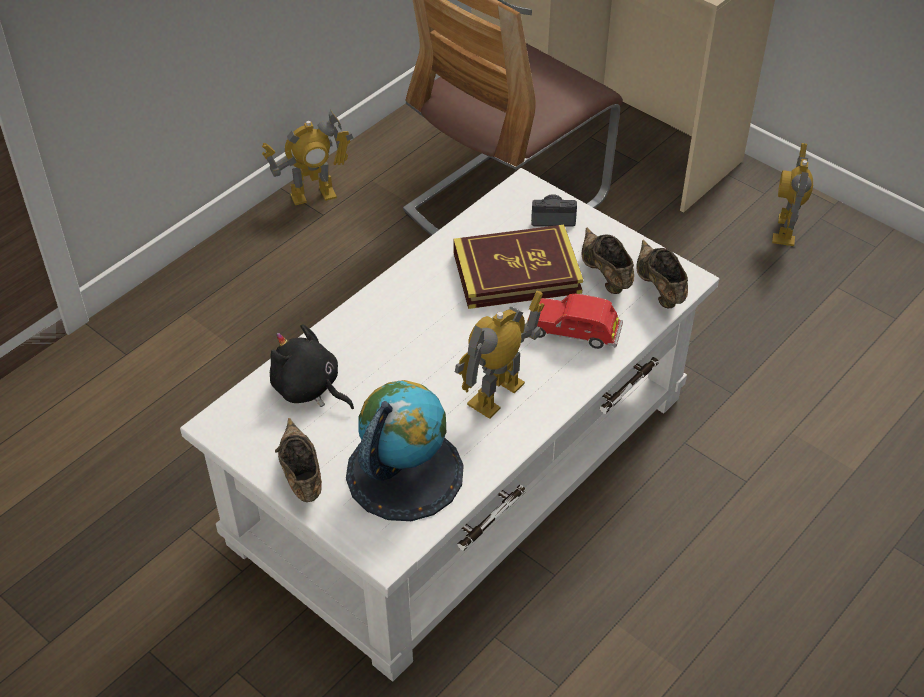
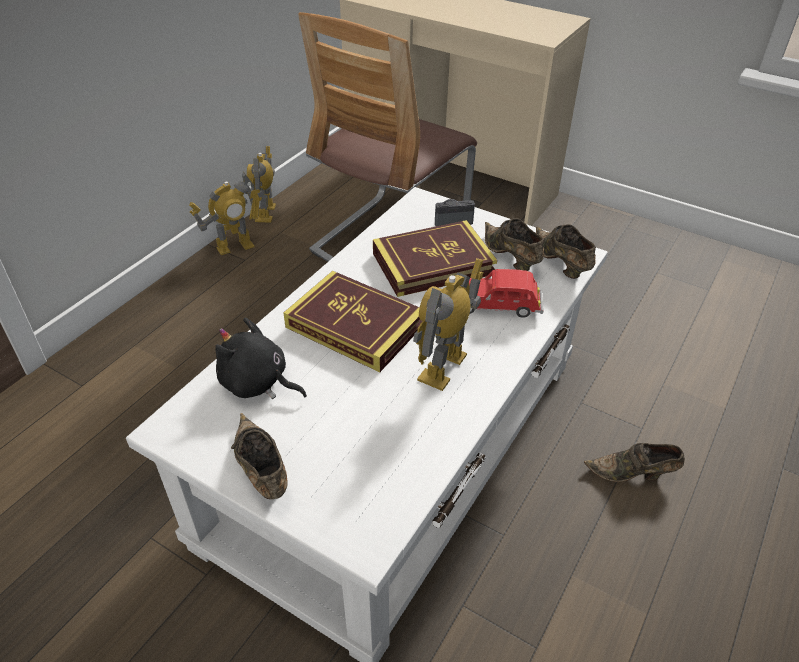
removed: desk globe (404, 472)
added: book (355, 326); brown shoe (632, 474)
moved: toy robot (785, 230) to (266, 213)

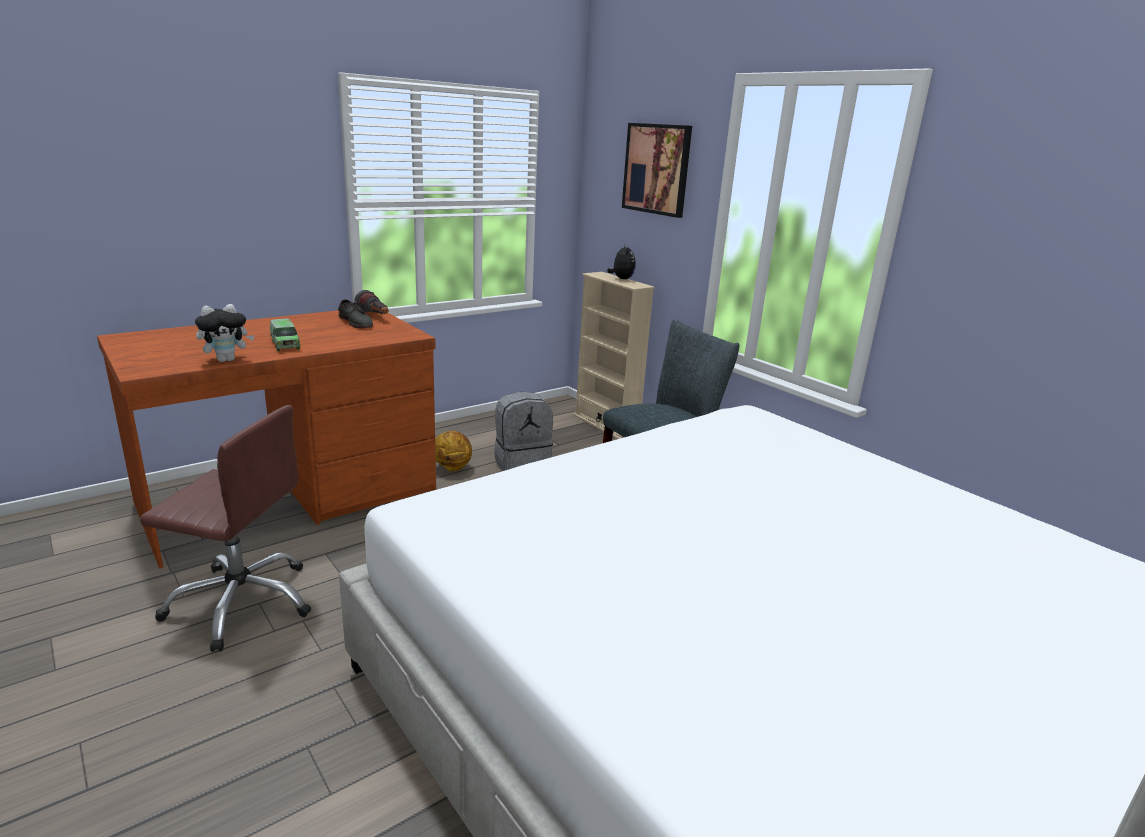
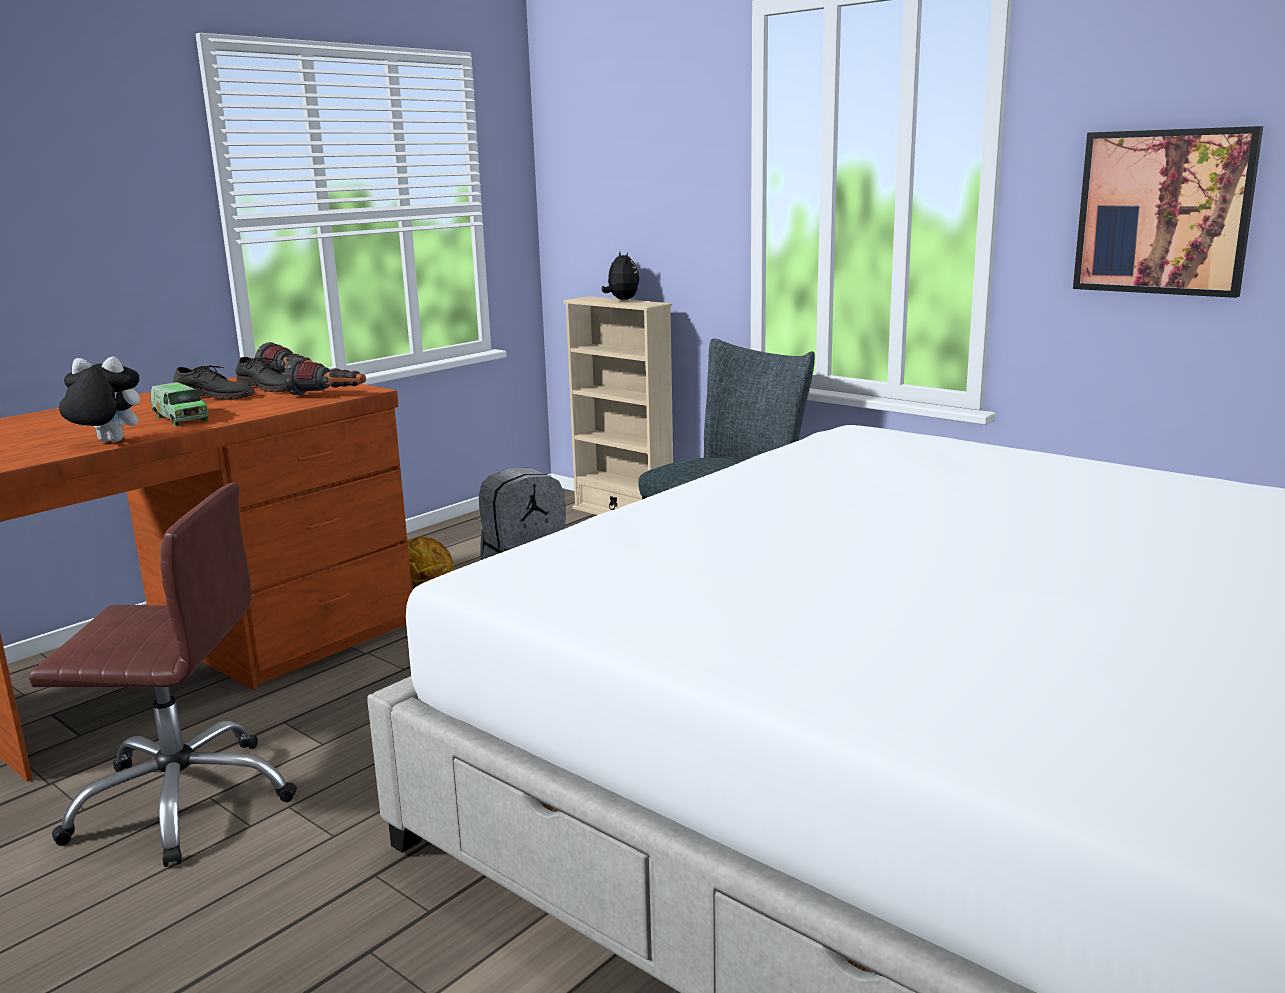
added: torch (329, 396); greyish shoe (215, 395)
moved: wall art (657, 169) to (1163, 212)
turned: plush toy (227, 360) = (107, 442) 135 degrees counterclockwise

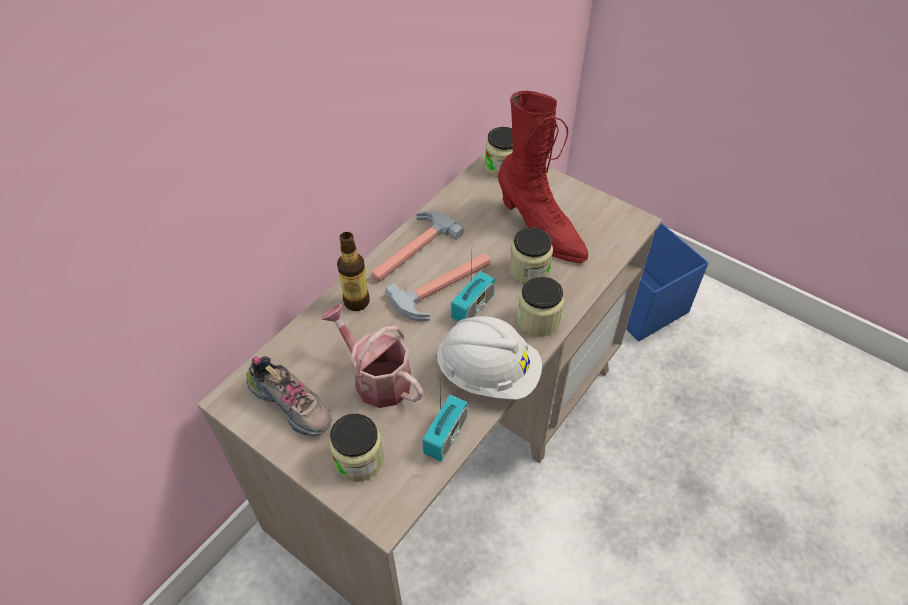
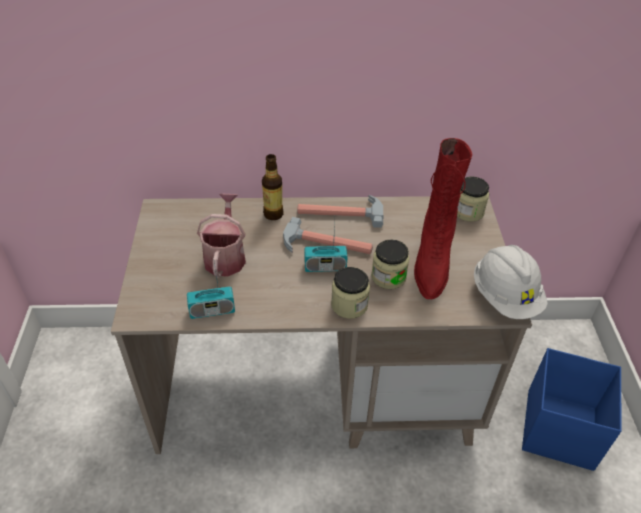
removed: shoe (293, 404); preserve jar (359, 459)
moved: white work helmet (488, 374) to (505, 297)

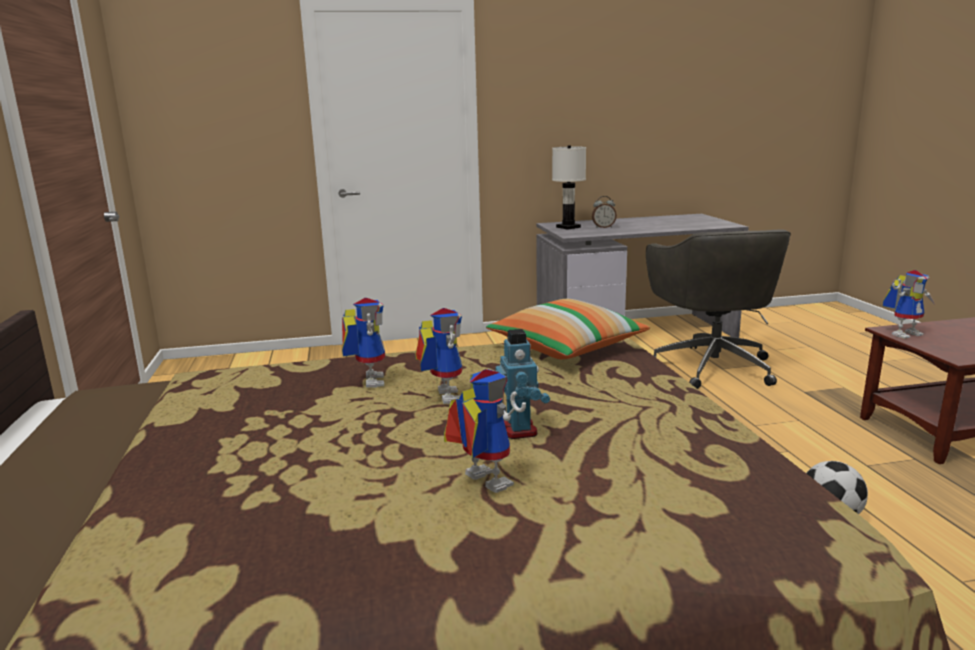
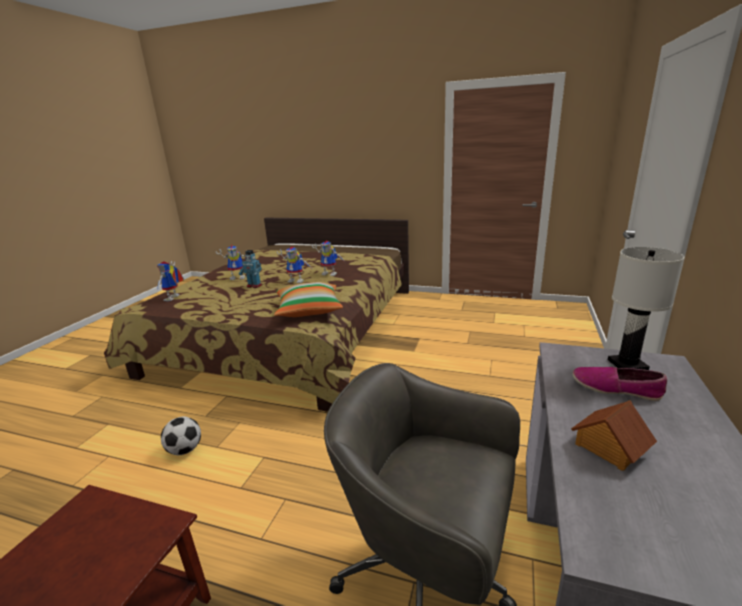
added: toy house (608, 447)
moved: toy robot (904, 333) to (173, 298)
replaced: table clock (603, 227) to shoe (615, 388)

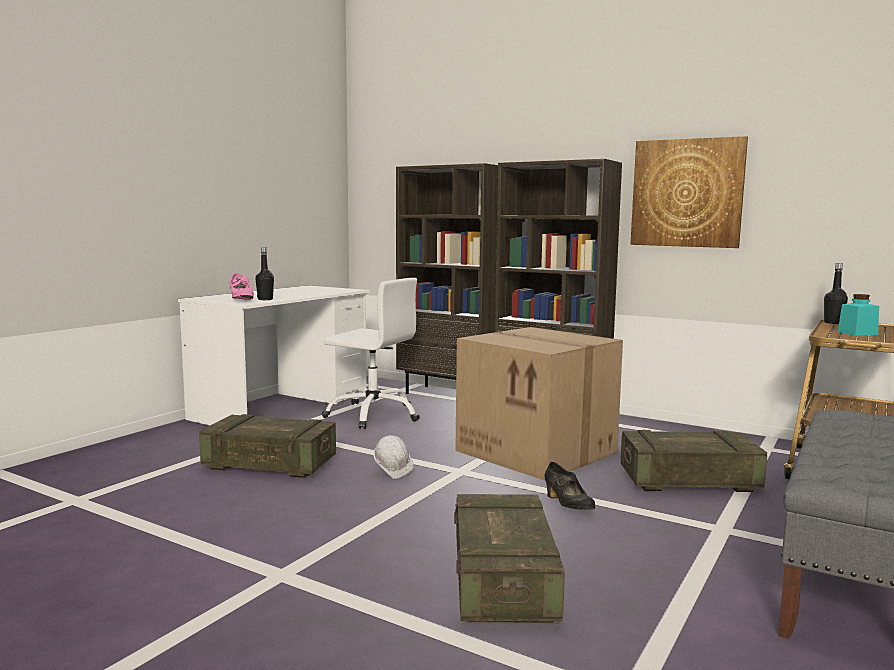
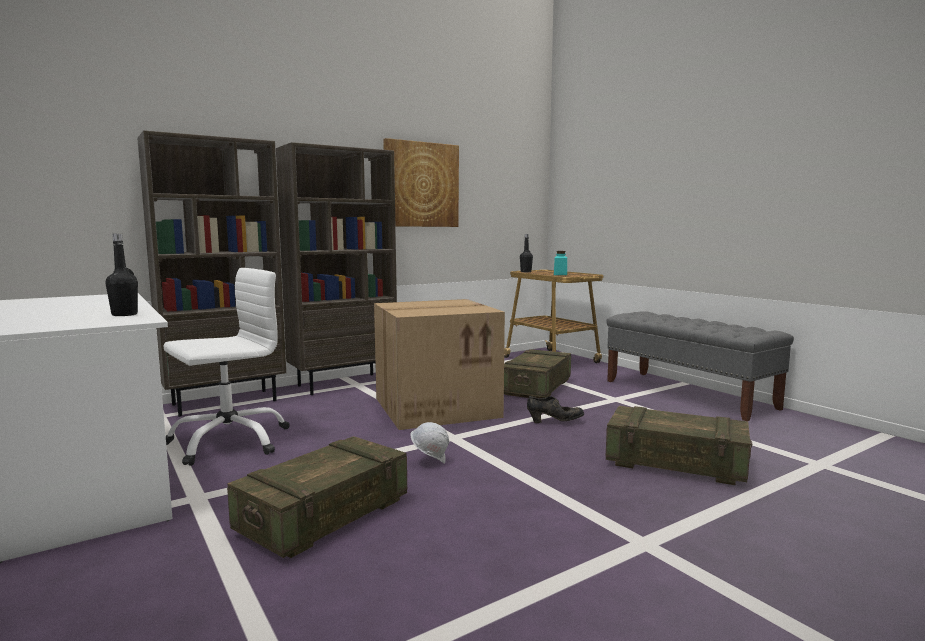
removed: pink-coloured shoe (241, 300)

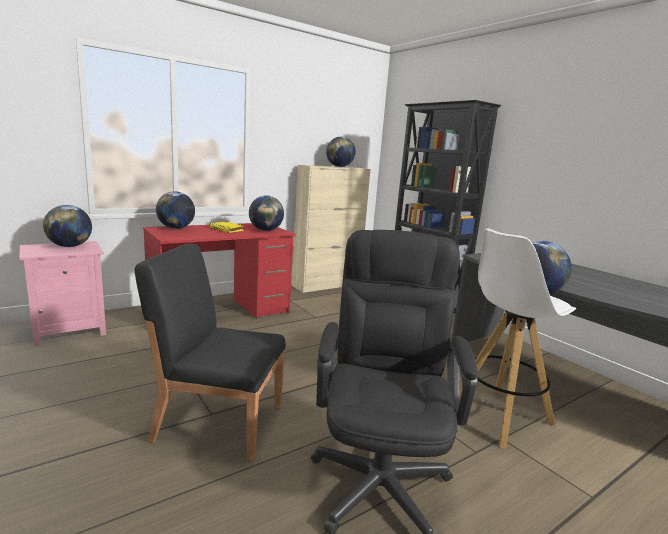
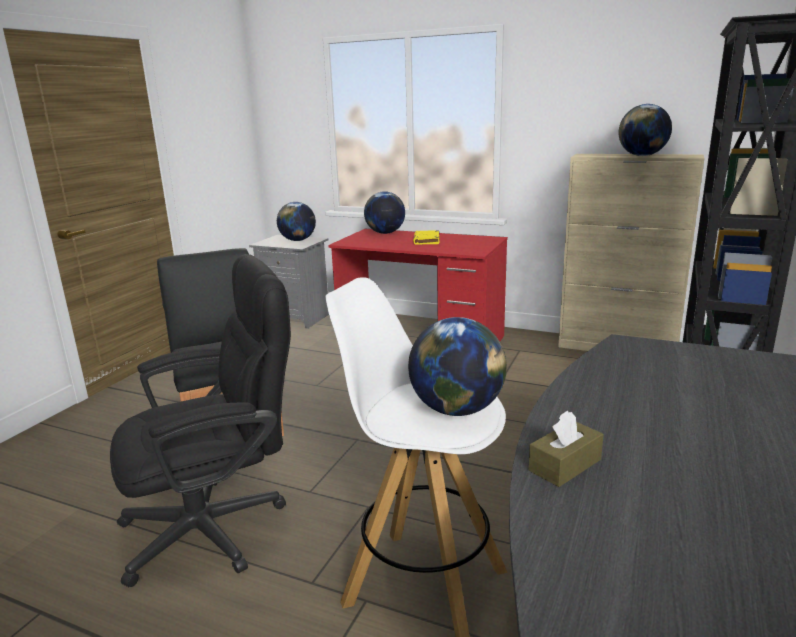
removed: desk globe (266, 230)
added: brown tissue holder (565, 465)
recoloured: pink-coloured nightstand (69, 331) to greyish nightstand (297, 318)

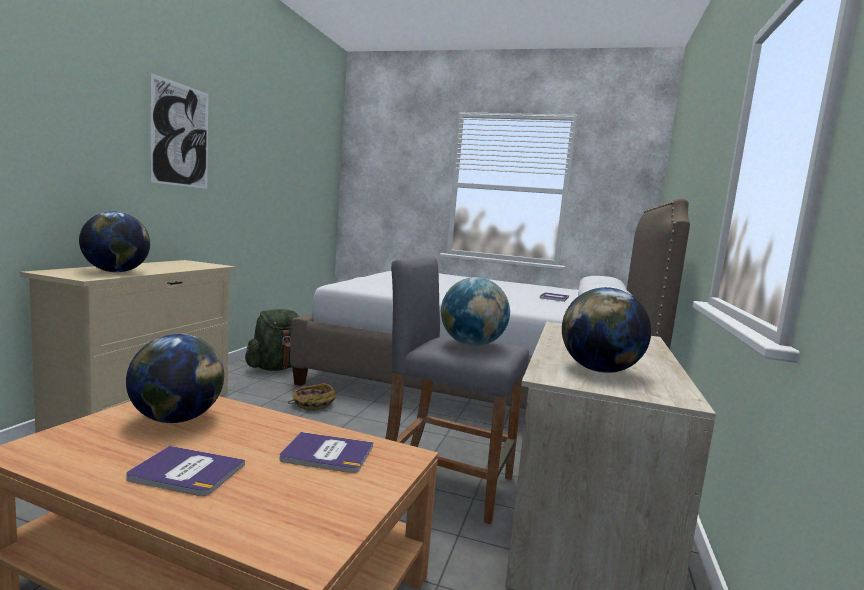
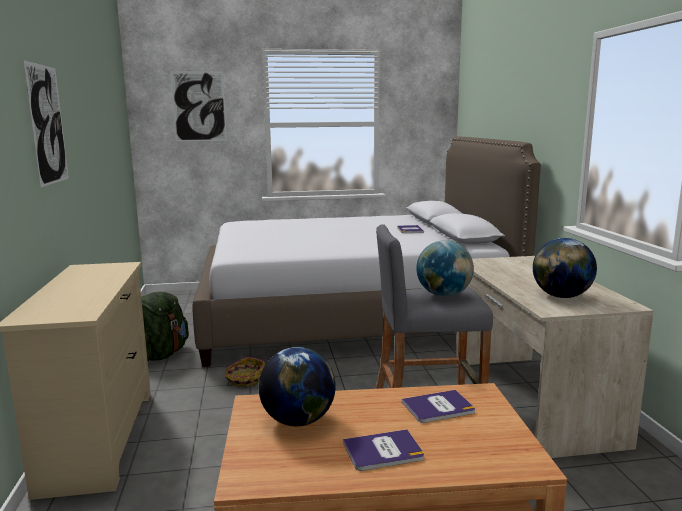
removed: desk globe (116, 272)
added: wall art (199, 106)

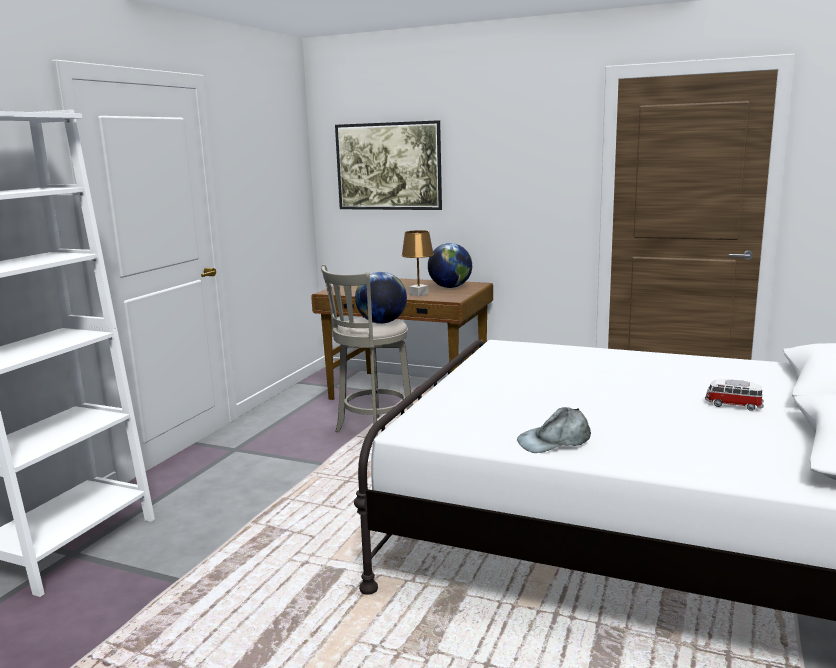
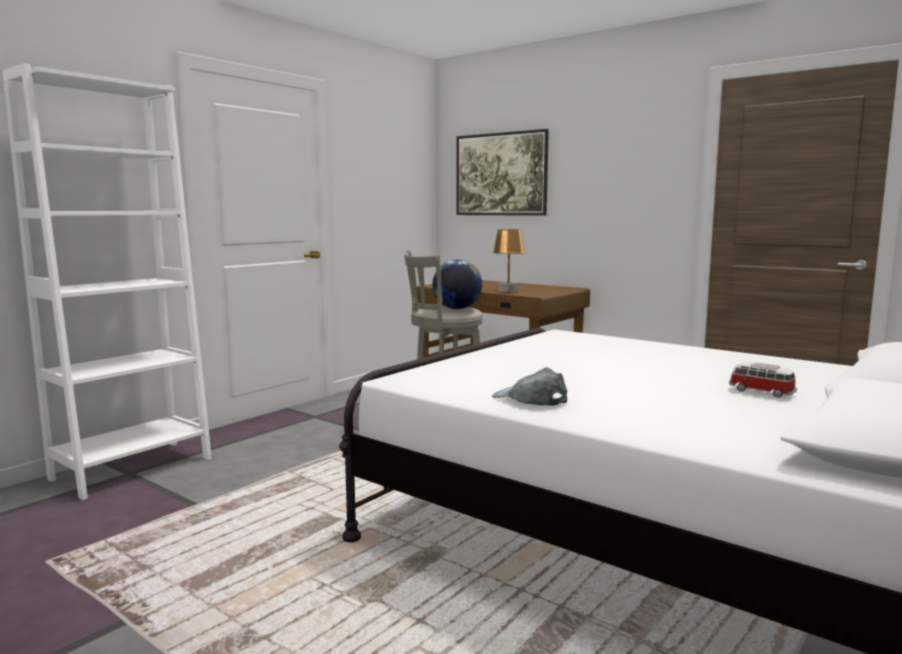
removed: desk globe (450, 287)
turned: greyish peaked cap (554, 441) = (530, 399) 45 degrees clockwise

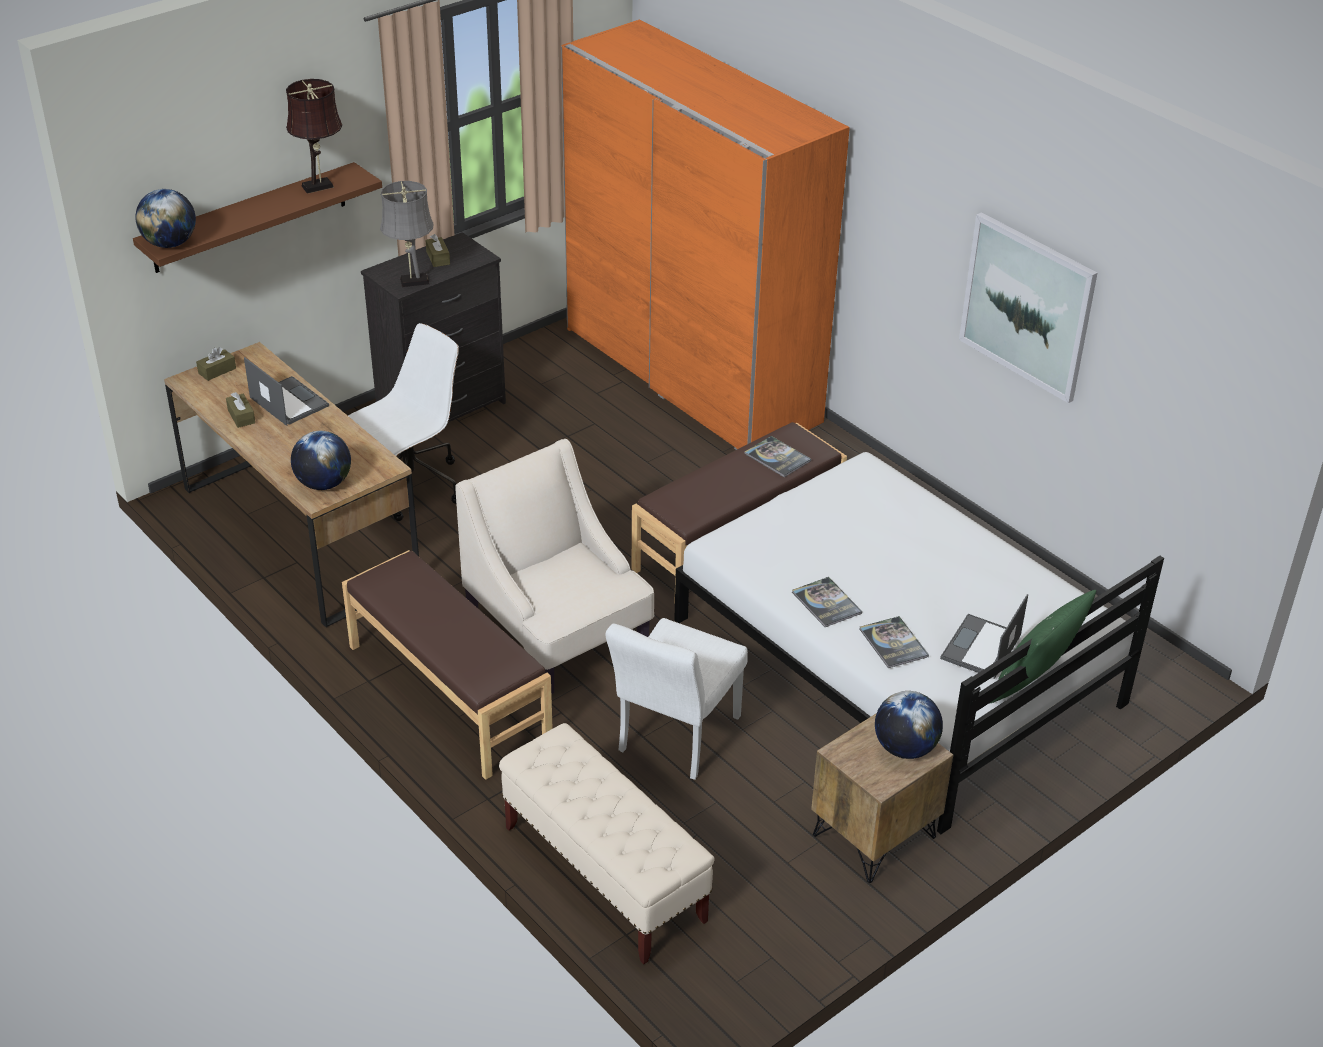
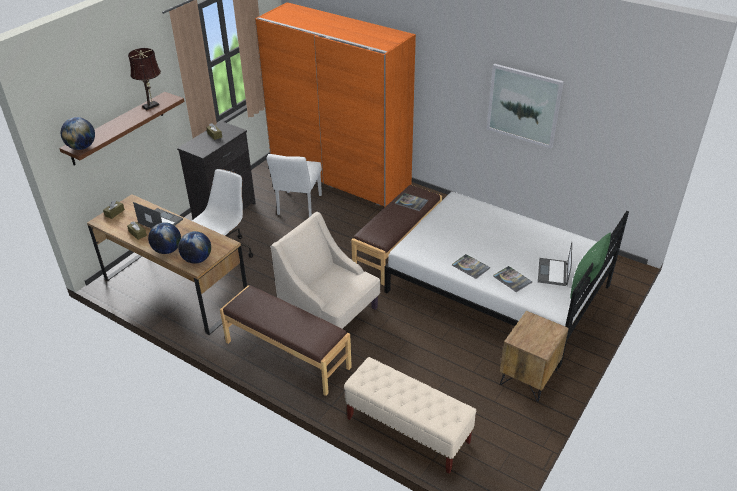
removed: greyish lamp for a table (411, 281)
moved: white chair (674, 740) to (298, 207); desk globe (905, 748) to (167, 250)

